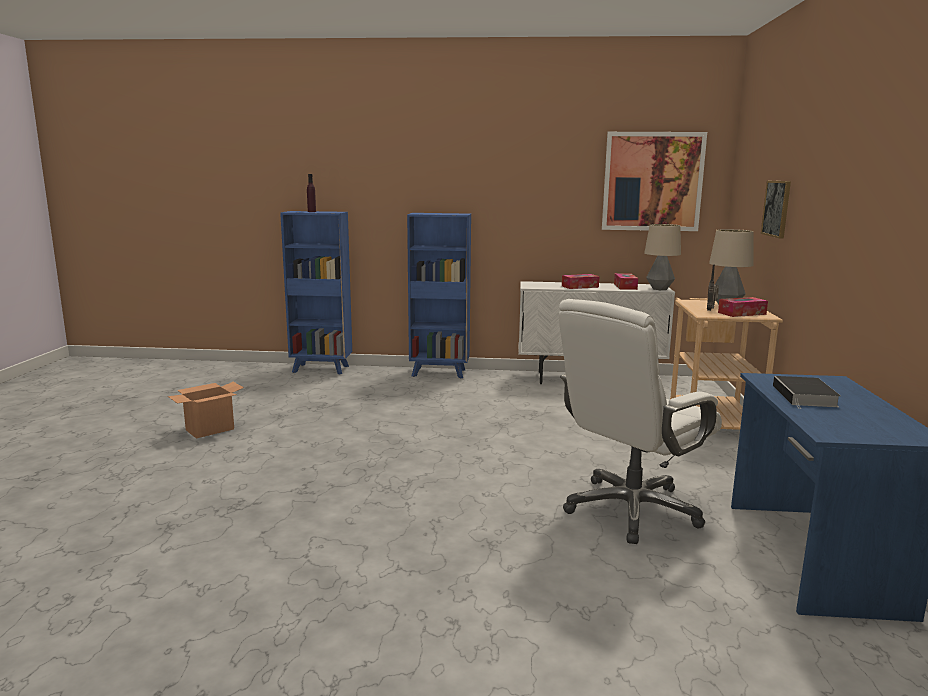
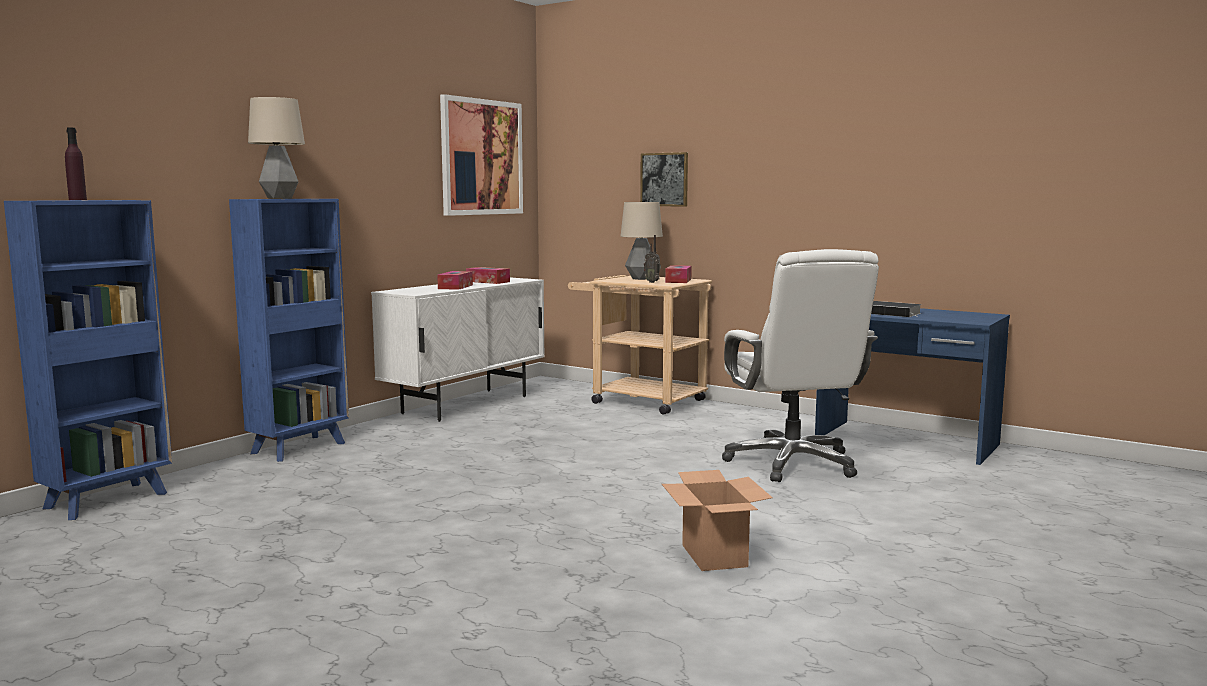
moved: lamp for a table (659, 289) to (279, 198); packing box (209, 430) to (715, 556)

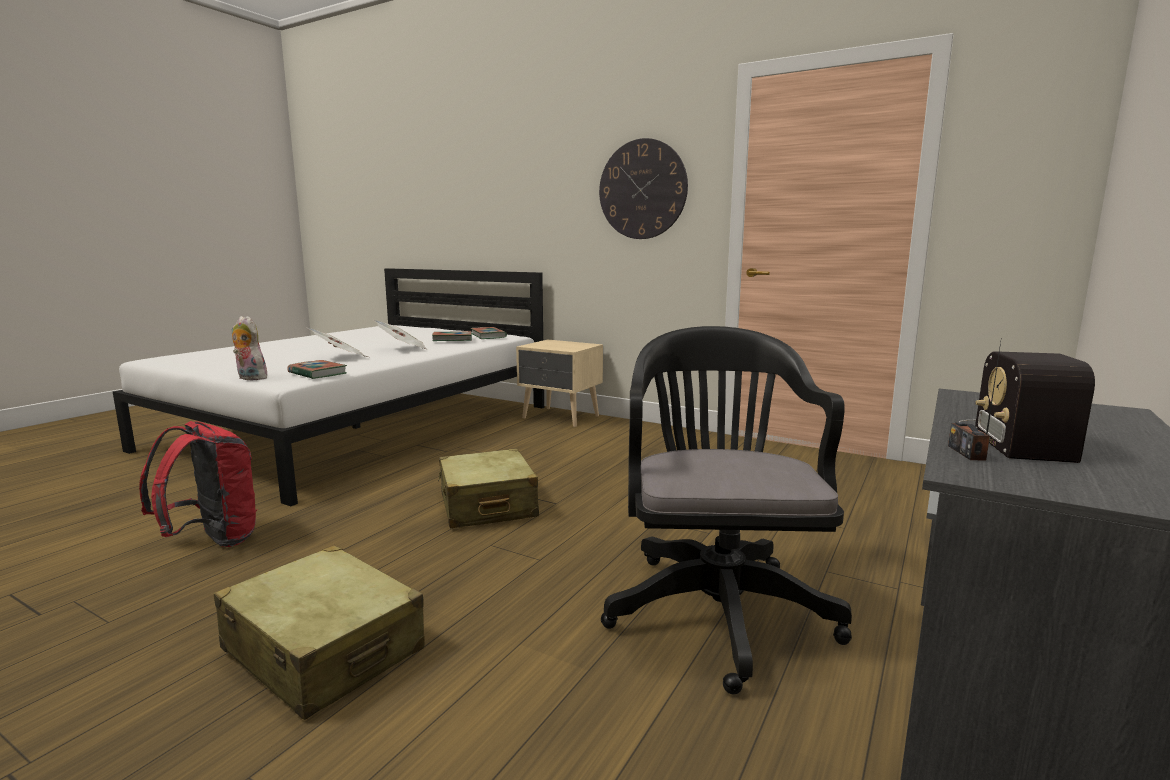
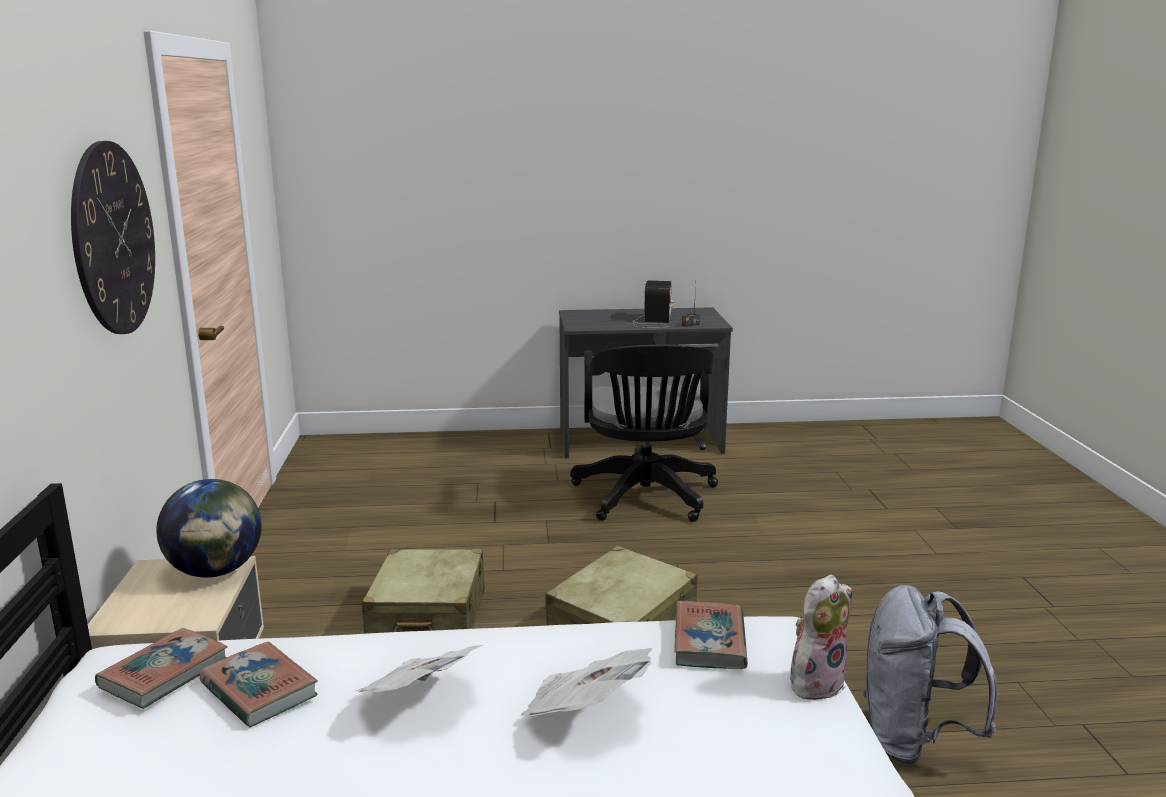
added: desk globe (216, 571)
moved: sand-coloured travel case (324, 650) to (427, 619)
recoloured: red backpack (212, 541) to greyish backpack (913, 740)
turned: plush toy (249, 378) = (815, 682) 120 degrees counterclockwise; black-coloured office chair (717, 606) = (646, 499) 60 degrees counterclockwise; radio set (1017, 437) = (653, 321) 60 degrees counterclockwise

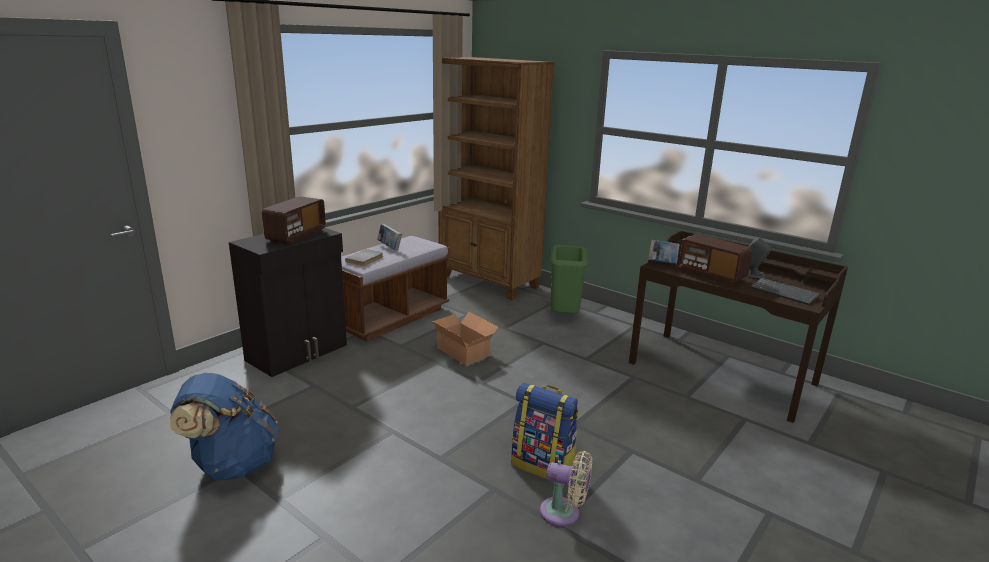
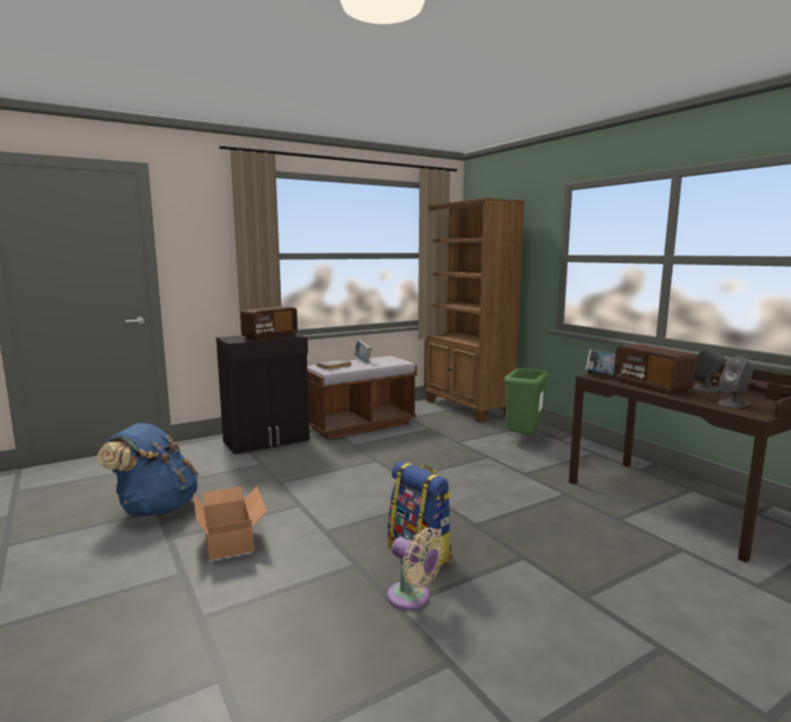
moved: packing box (464, 351) to (231, 538)
replaced: PC keyboard (785, 292) to greyish loudspeaker (734, 403)

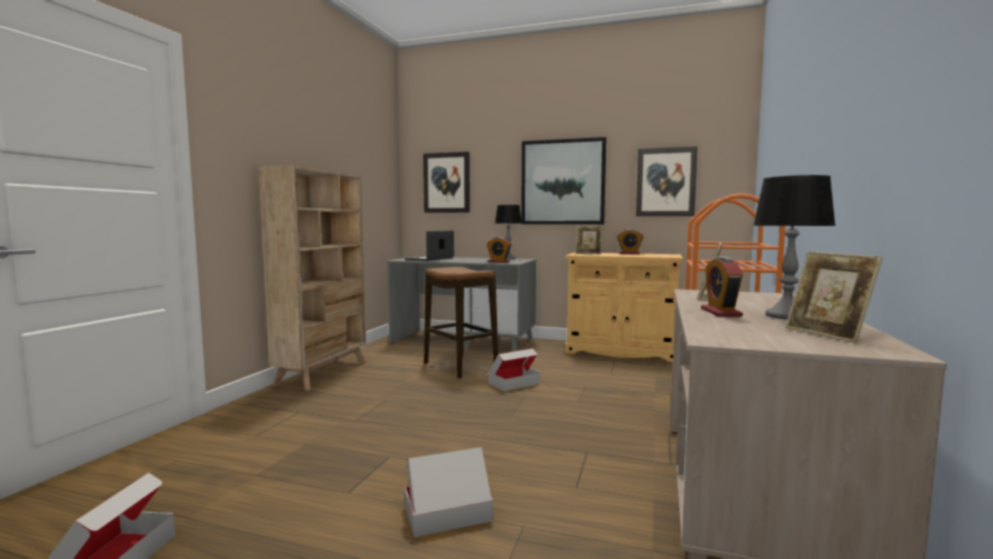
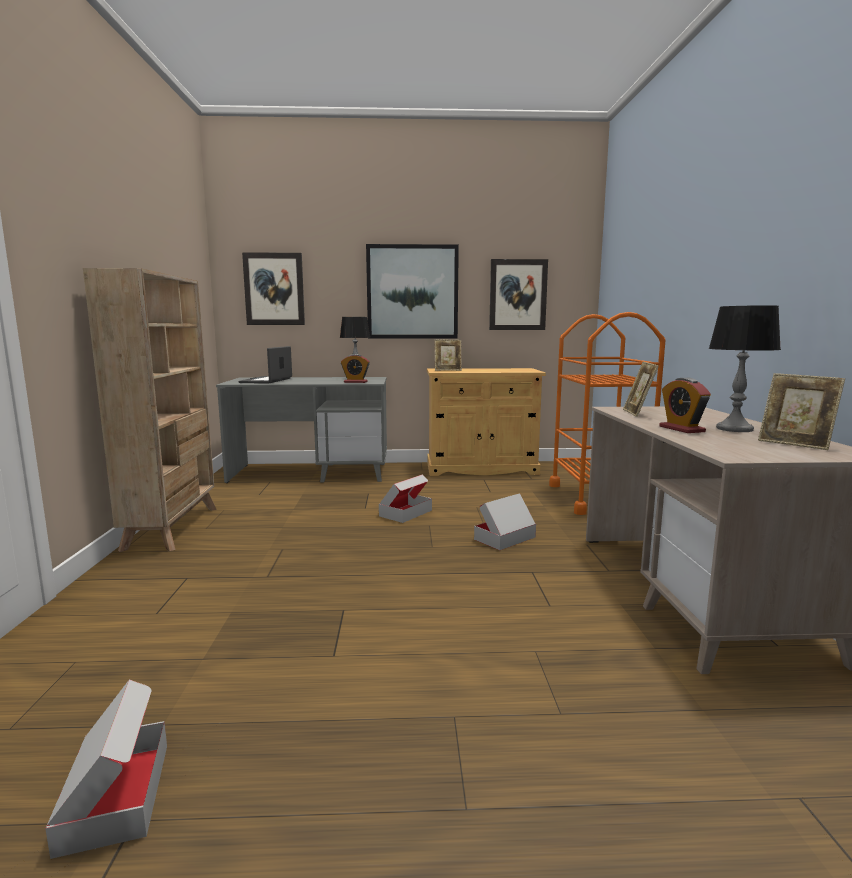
removed: table clock (629, 253); stool seat (460, 366)
moved: packing box (447, 514) to (504, 538)

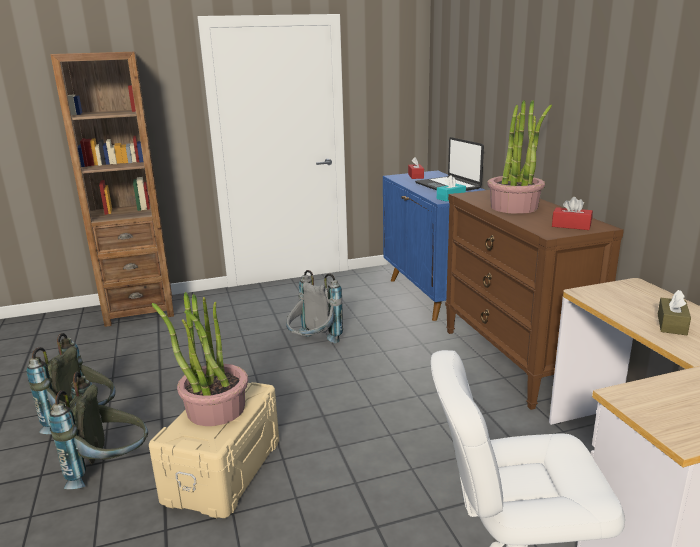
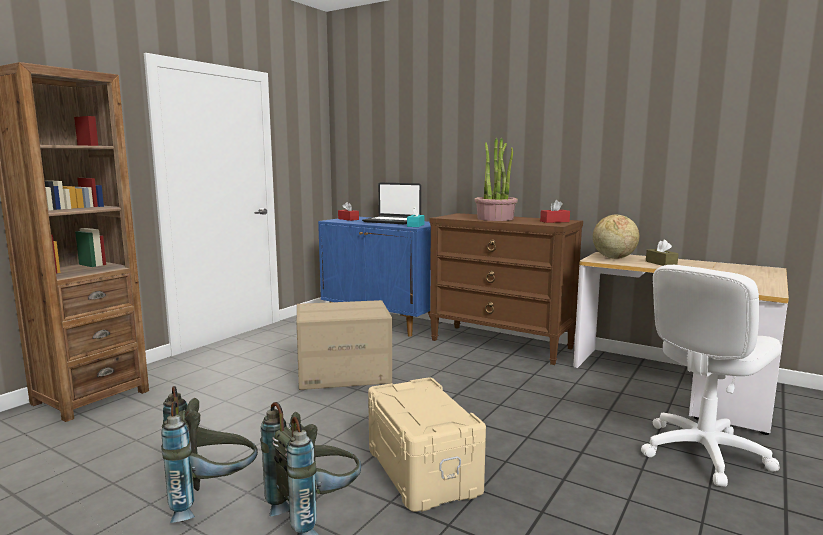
removed: plant in a pot (215, 409)
added: desk globe (613, 258)
replaced: greyish backpack (313, 345) to packing box (344, 373)

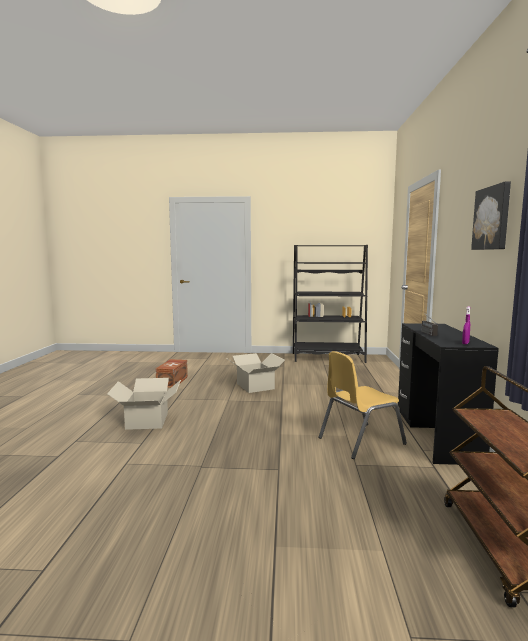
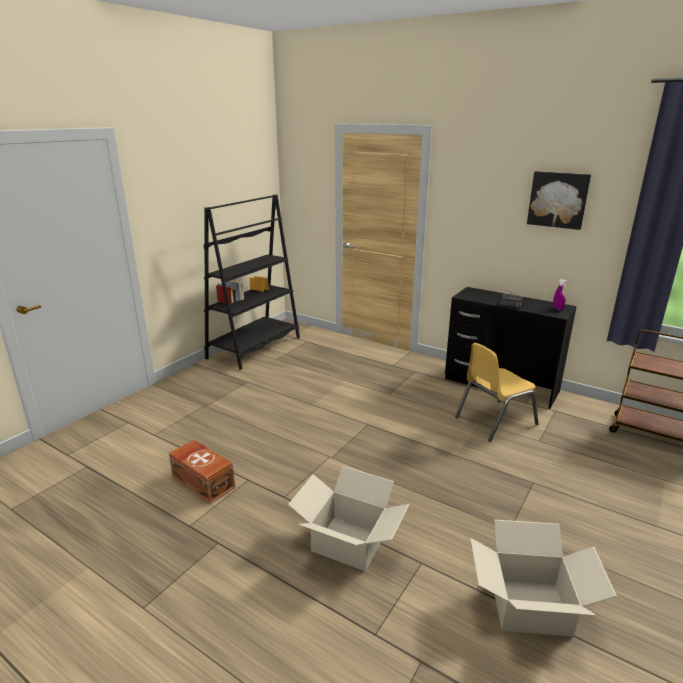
moved: packing box (255, 386) to (529, 606)
turned: yellow chair (360, 441) = (494, 420) 60 degrees clockwise

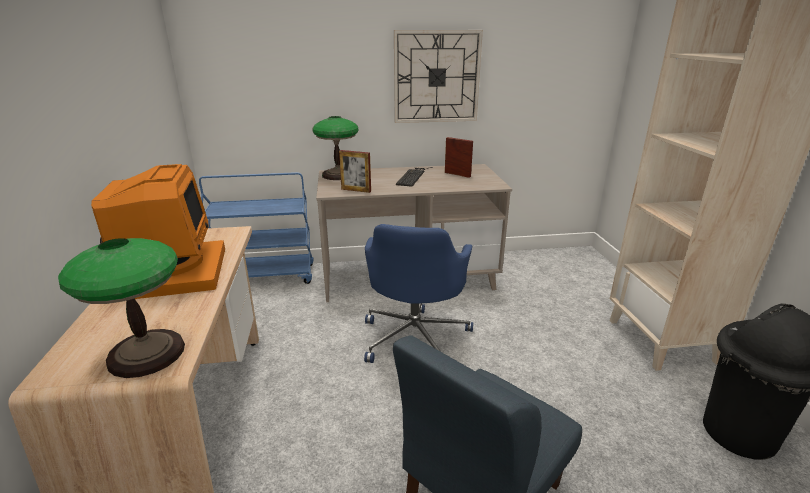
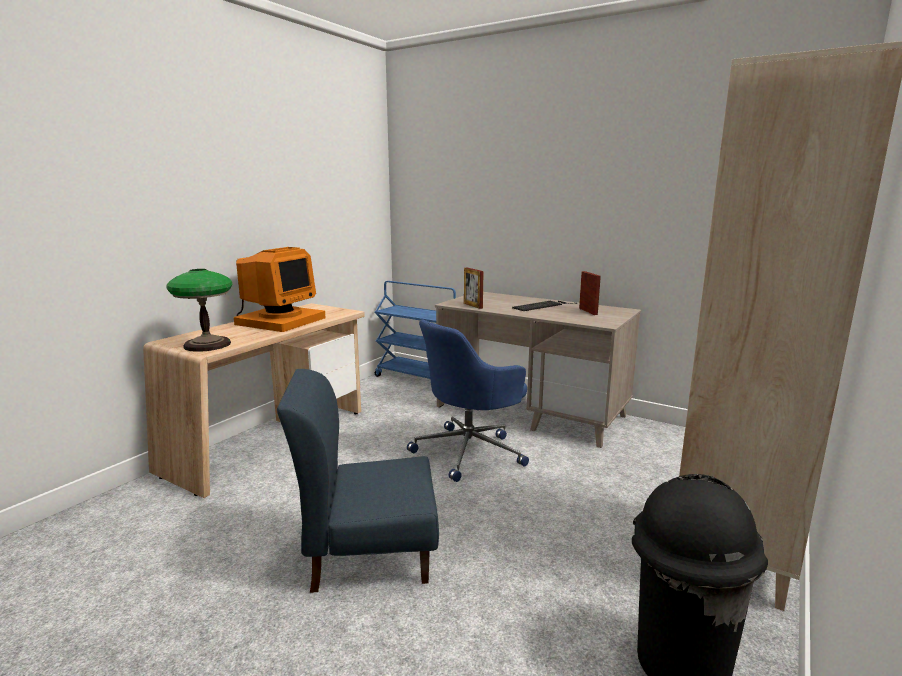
removed: wall clock (436, 77); lamp for a table (338, 175)

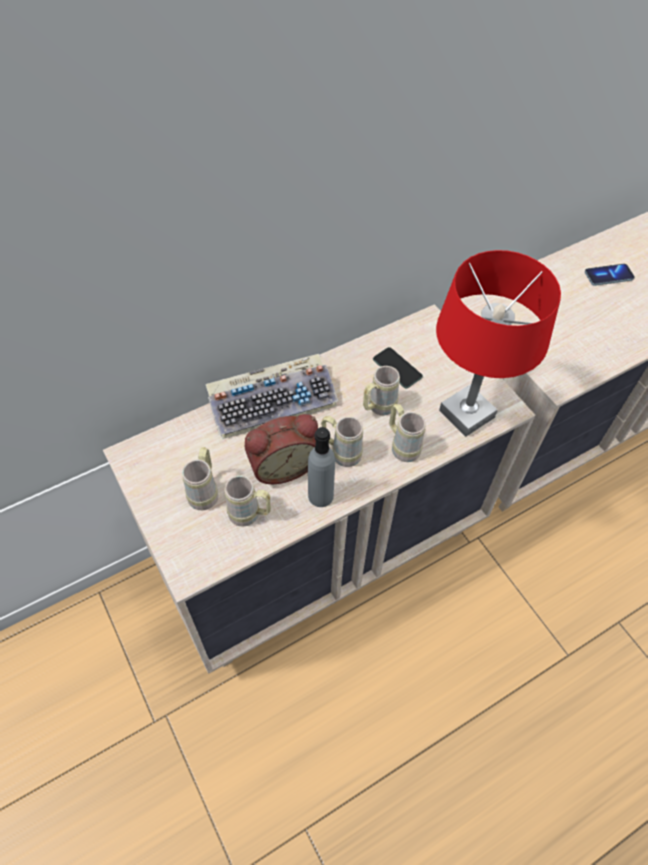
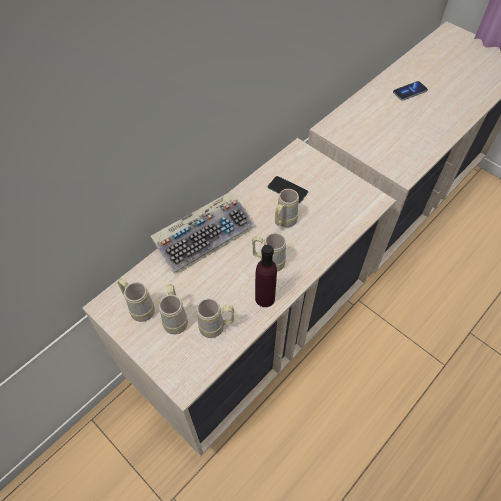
removed: red lamp for a table (467, 414); table clock (282, 465)
moved: sand-coloured tea mug (402, 445) to (139, 308)
recoloured: greyish drink bottle (320, 495) to purplish drink bottle (265, 298)

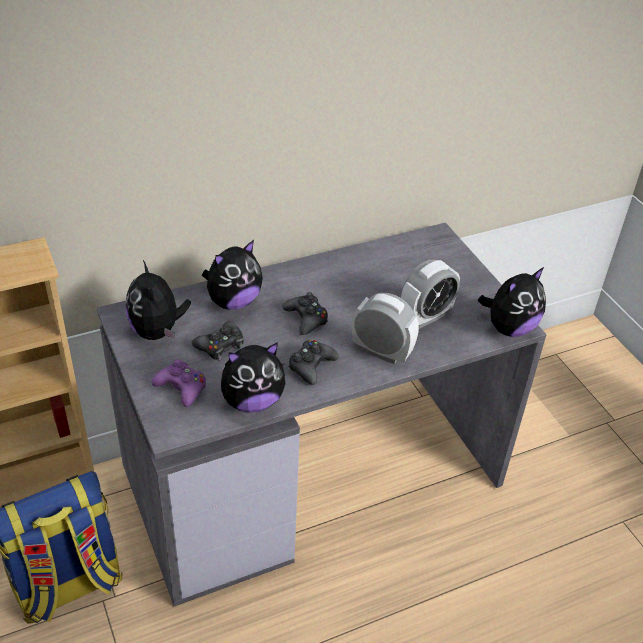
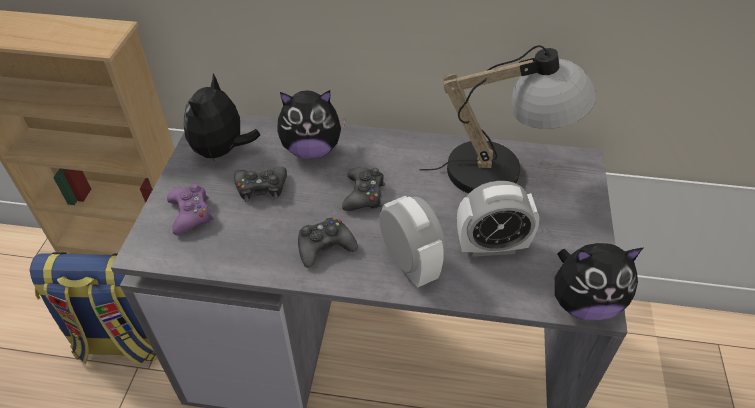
removed: plush toy (252, 401)
added: lamp for a table (503, 171)

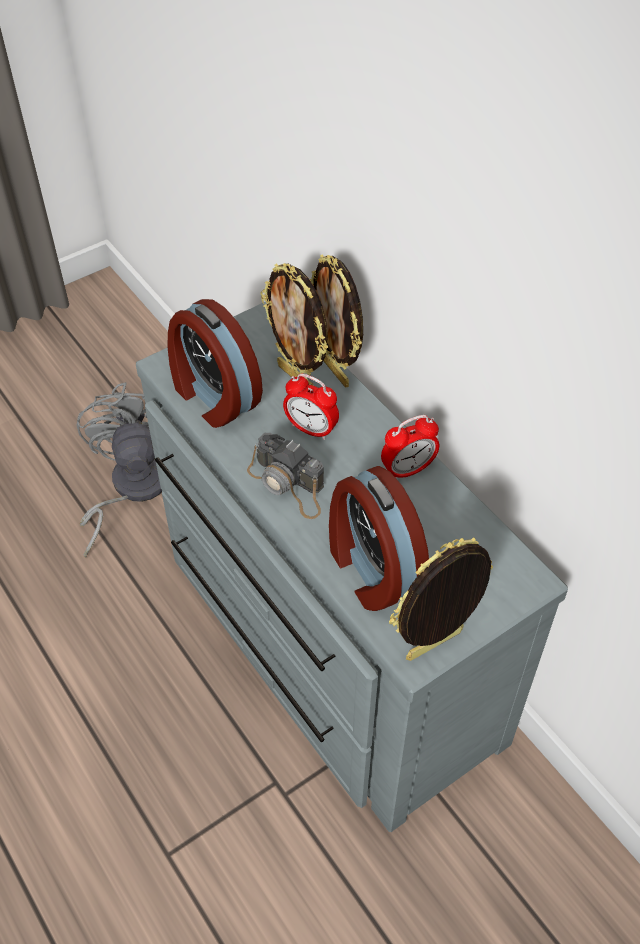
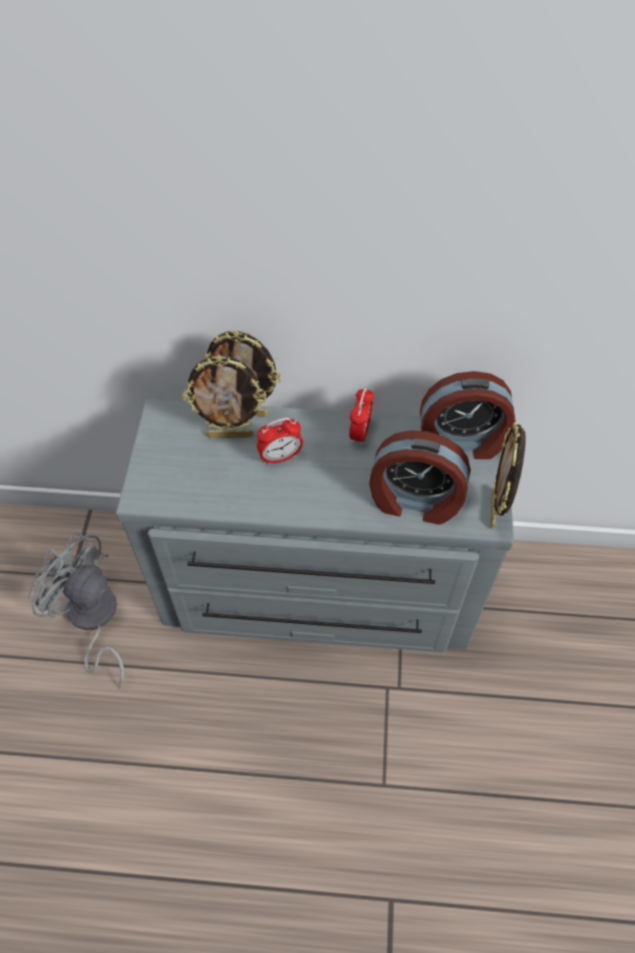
removed: still camera (288, 484)
moved: table clock (213, 396) to (461, 442)

